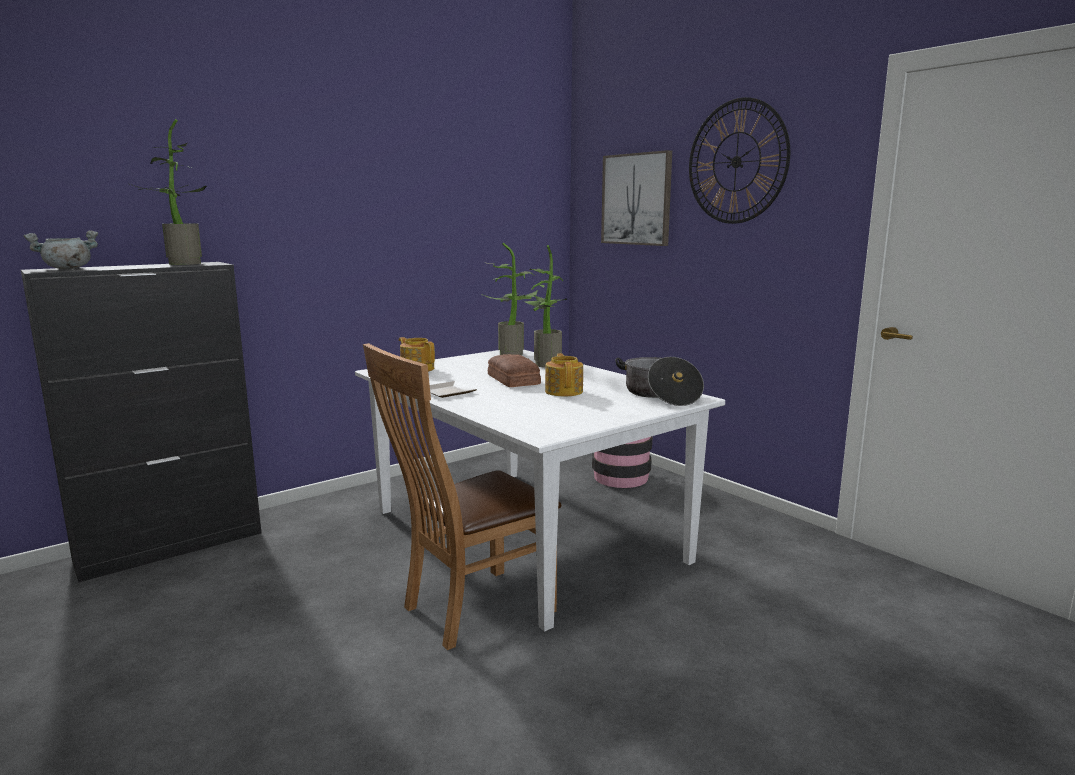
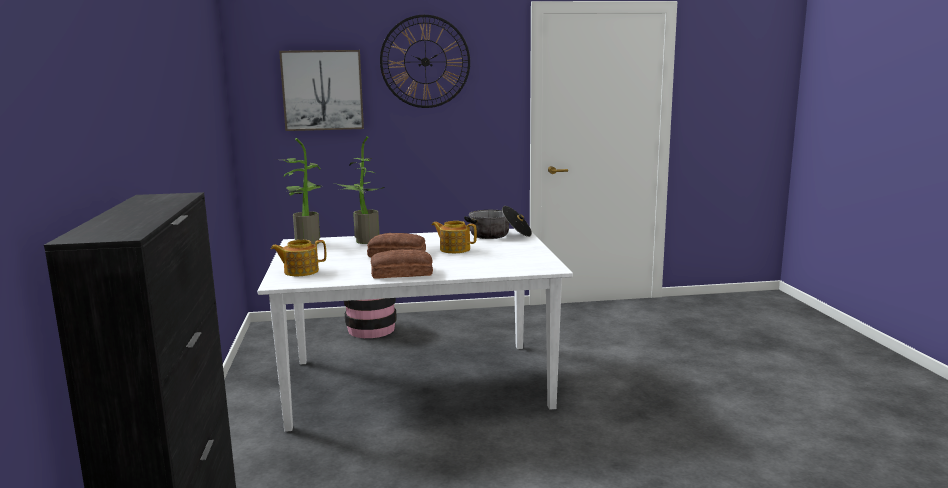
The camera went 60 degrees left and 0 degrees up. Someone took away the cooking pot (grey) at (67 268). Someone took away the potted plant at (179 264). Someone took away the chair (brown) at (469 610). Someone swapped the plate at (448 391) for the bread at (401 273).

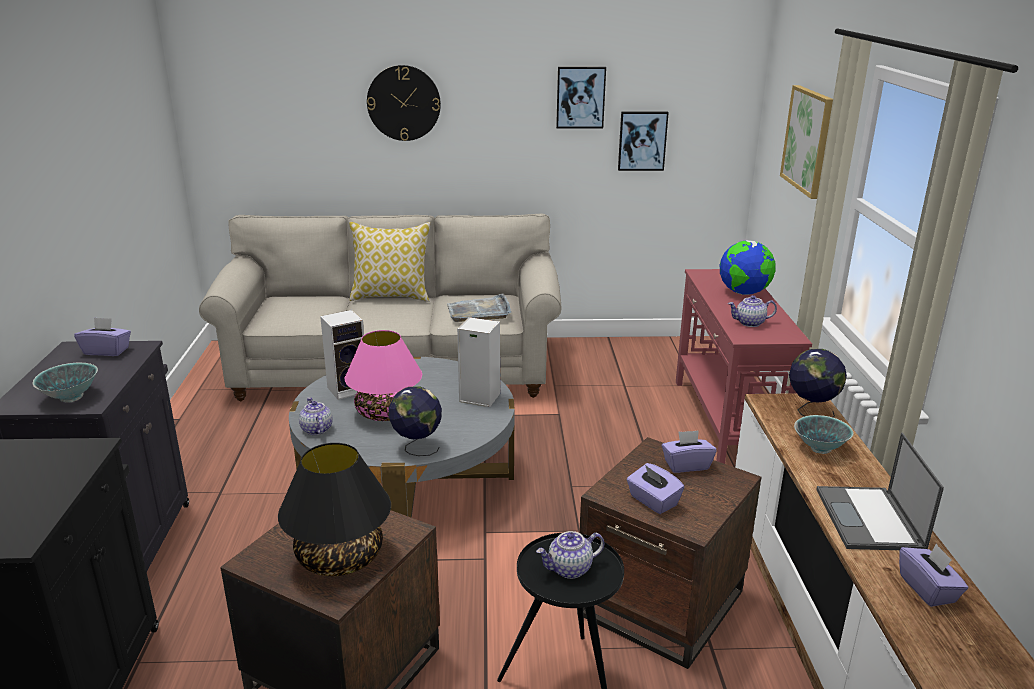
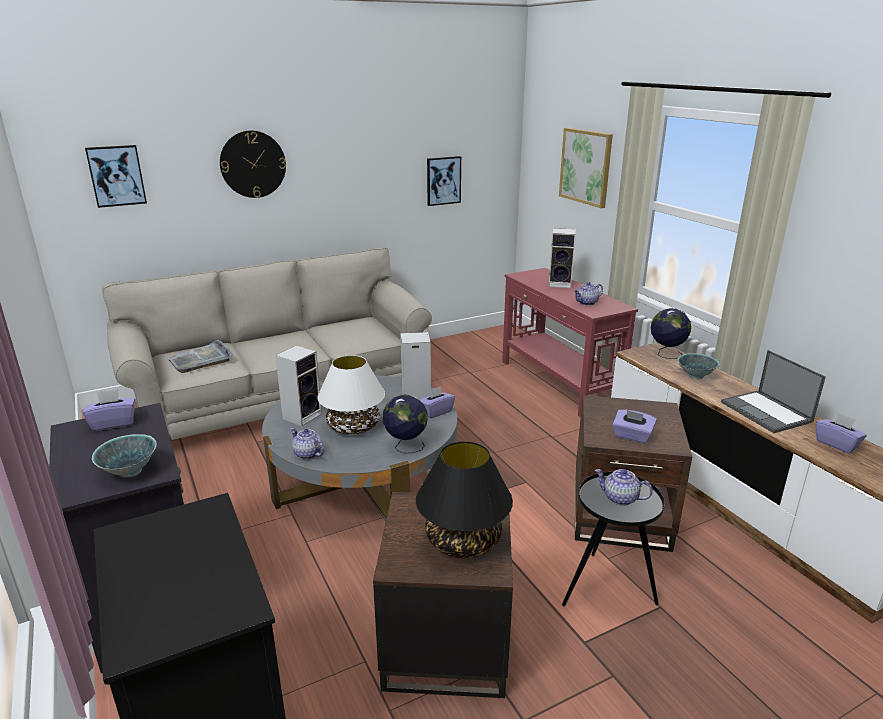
The camera went 25 degrees left and 0 degrees up. Someone took away the pillow at (391 296). Someone carried the tray (grey) from (479 311) to (201 359). Someone carried the picture from (580 97) to (116 176). Someone carried the tissue box (purple) from (686 465) to (436 412). Someone swapped the globe at (744 293) for the speaker at (561 284). Someone repainted the table lamp (pink) at (386 413), which became the table lamp (white) at (353 427). Someone rotated the teapot at (569 569) by 75 degrees clockwise.

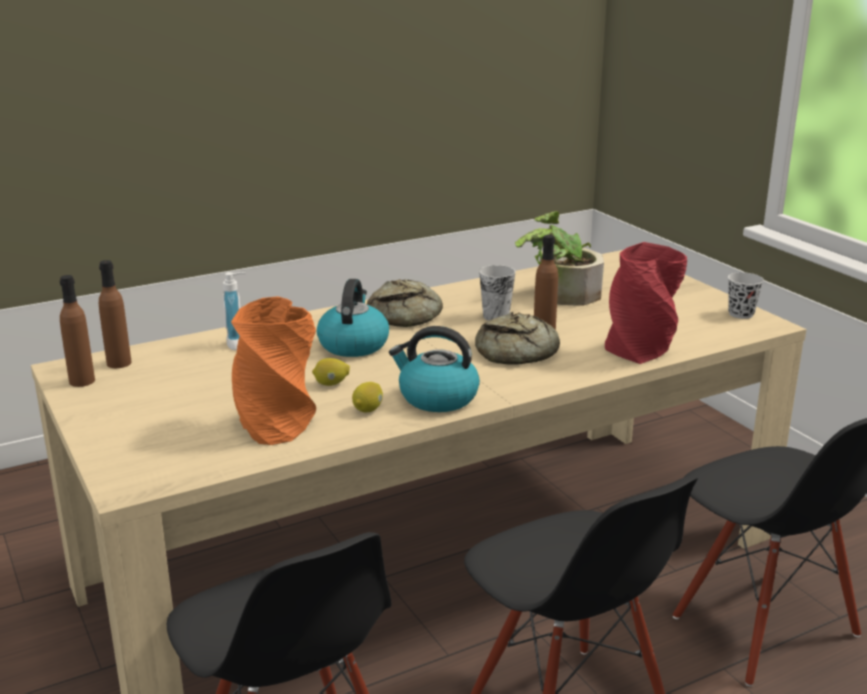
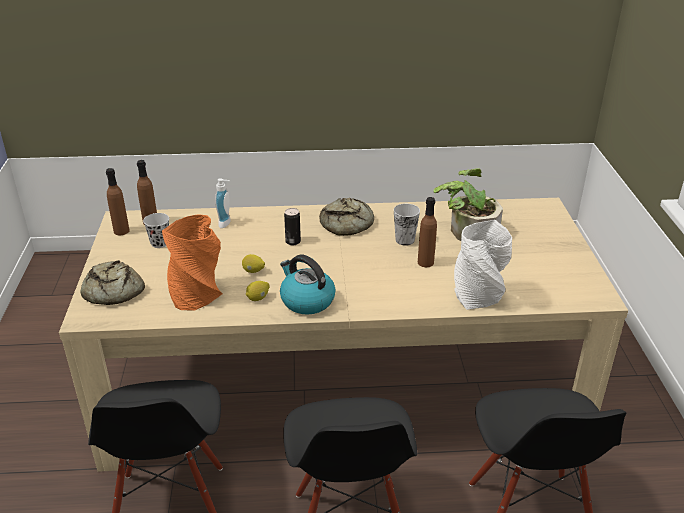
The camera went 25 degrees right and 10 degrees up. Someone carried the bread from (517 352) to (112 291). Someone carried the cup (black) from (741 314) to (160 243). Someone swapped the kettle at (353 344) for the can at (293 241). Someone repainted the vase (red) at (640 350), which became the vase (white) at (478 297).

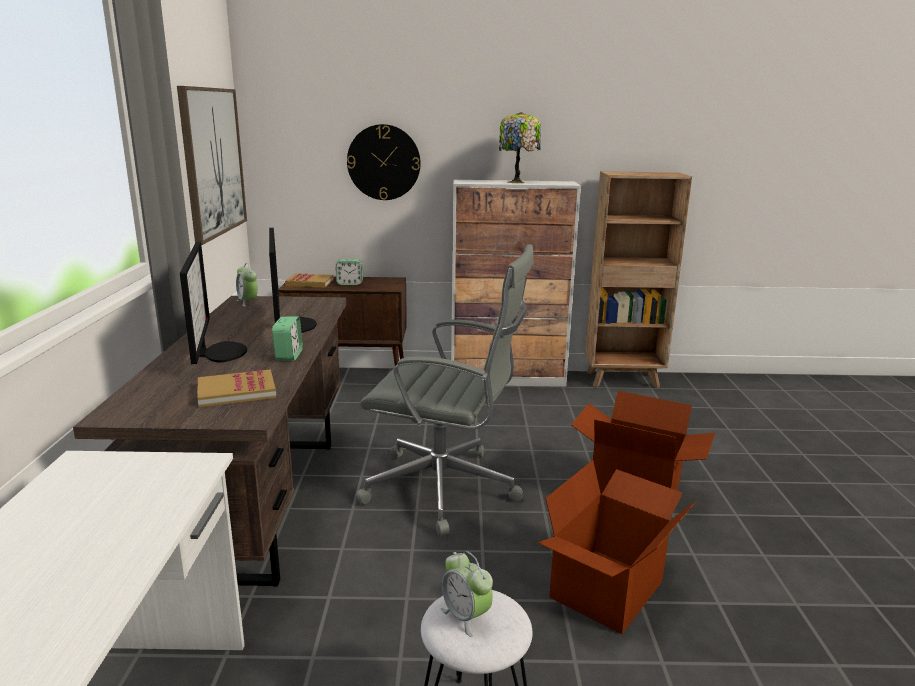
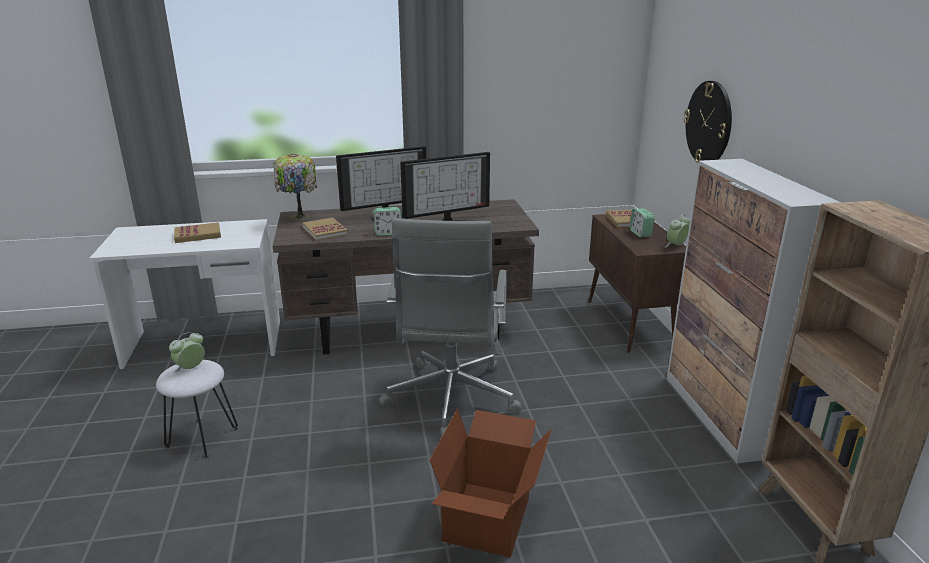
The camera went 80 degrees right and 5 degrees up. Someone took away the picture at (213 162). Someone took away the cardboard box at (609 590). Someone put down the book at (198 235). Someone carried the alarm clock from (248 302) to (676 246). Someone carried the table lamp from (517 182) to (299 217).

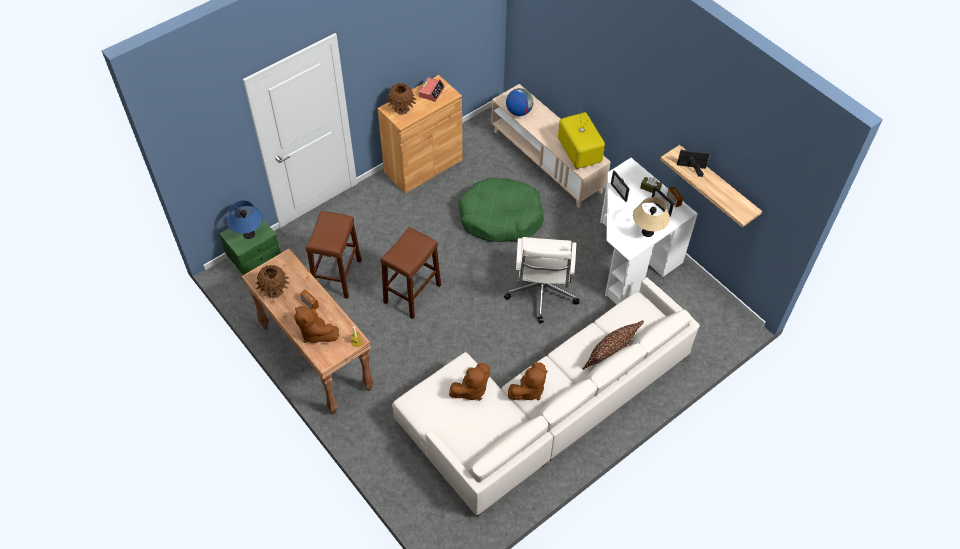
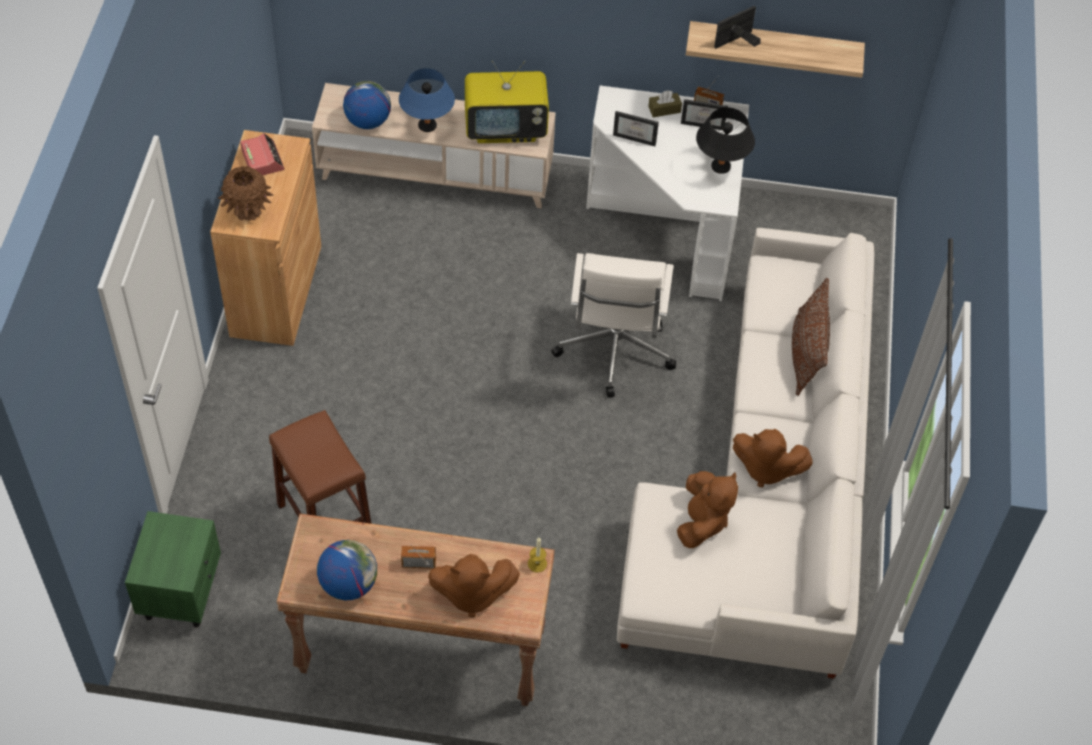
The camera went 45 degrees left and 0 degrees up. Someone took away the stool (brown) at (412 293). Someone took away the dog bed (green) at (500 217). Someone carried the table lamp (blue) from (249 234) to (427 126). Someone swapped the vase (brown) at (274 290) for the globe at (348 584). Someone repainted the table lamp (beige) at (647 232), which became the table lamp (black) at (721 167). Someone rotated the office chair (white) at (541 294) by 45 degrees clockwise. Someone rotated the plush toy (brown) at (528 390) by 105 degrees clockwise. Someone rotated the television at (578 154) by 150 degrees clockwise.

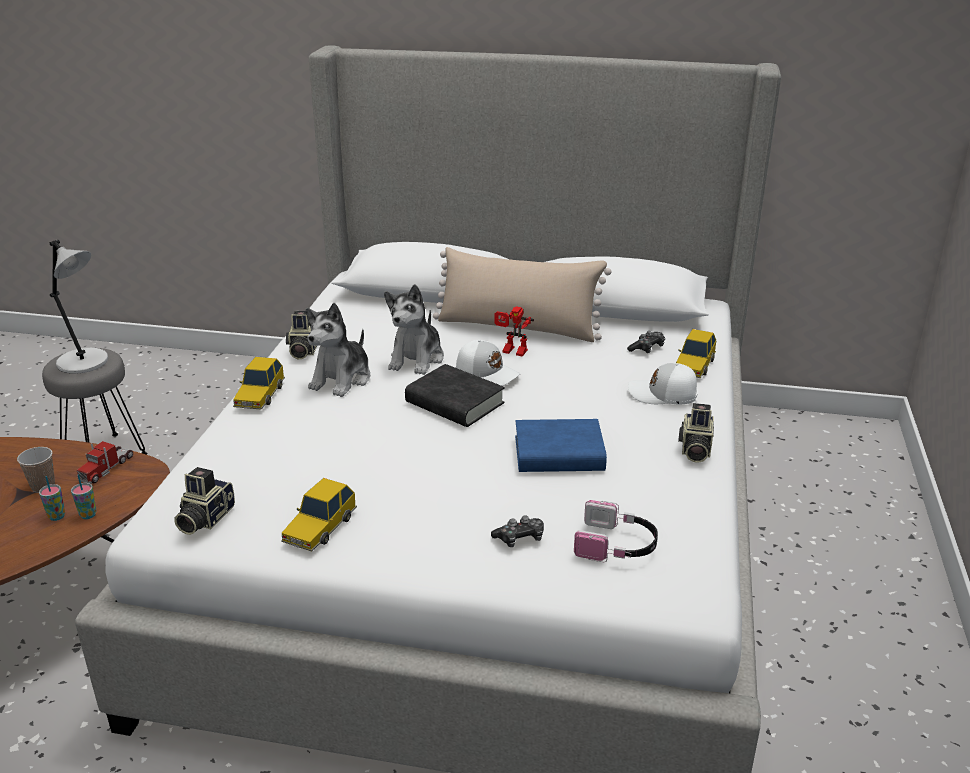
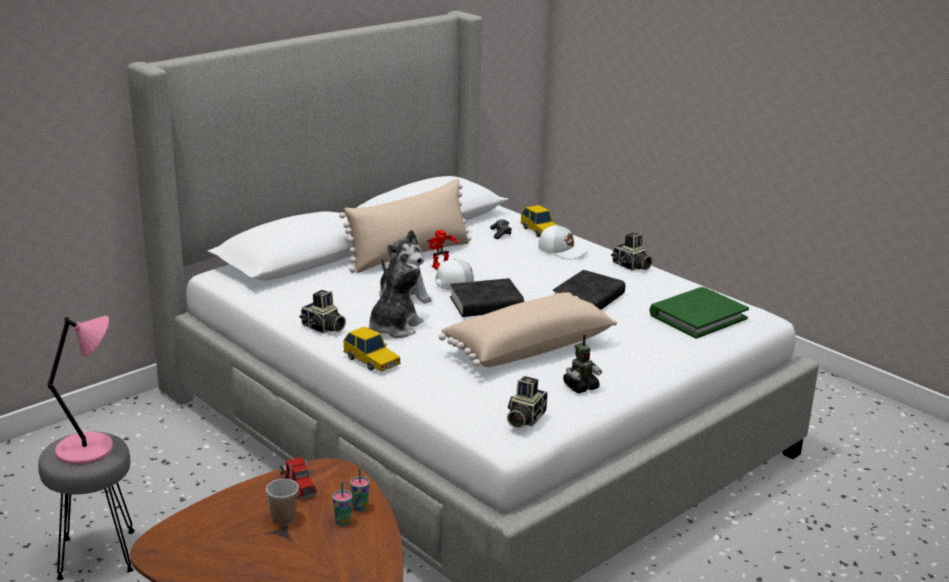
The camera went 55 degrees left and 5 degrees down. Someone took away the game controller at (520 538). Someone put down the pillow (beige) at (526 347). Someone swapped the toy car at (320 527) for the toy robot at (580 387). Someone swapped the headphones at (617 545) for the book (green) at (698 316). Someone repainted the table lamp (grey) at (85 363), which became the table lamp (pink) at (88 449). Someone repainted the book (blue) at (559 454), which became the book (black) at (588 299). Someone rotated the photo camera at (204 518) by 60 degrees clockwise. Someone rotated the plush toy at (342 379) by 120 degrees counterclockwise. Someone rotated the cap (white) at (663 395) by 105 degrees counterclockwise.

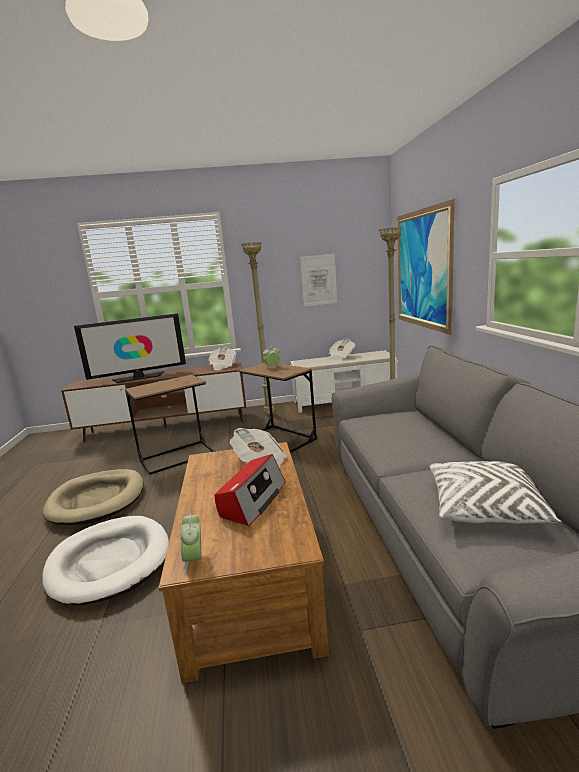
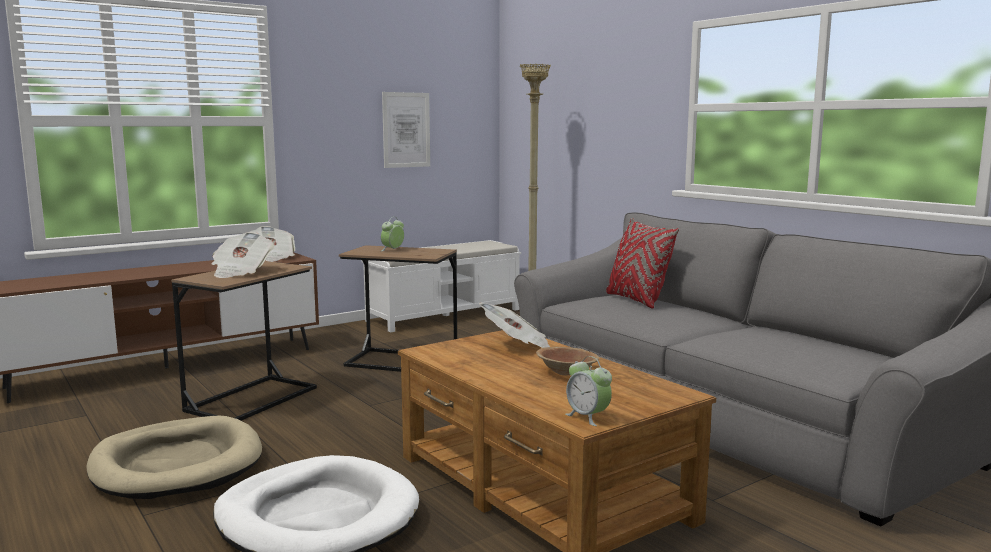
The camera went 30 degrees left and 5 degrees down. Someone took away the television at (139 377). Someone took away the floor lamp (beige) at (269 414). Someone took away the picture at (422 269). Someone took away the pillow (white) at (486 507). Someone put down the pillow (red) at (637 300). Someone carried the newspaper from (341 357) to (241 272). Someone swapped the radio at (252 500) for the bowl (brown) at (567 372).

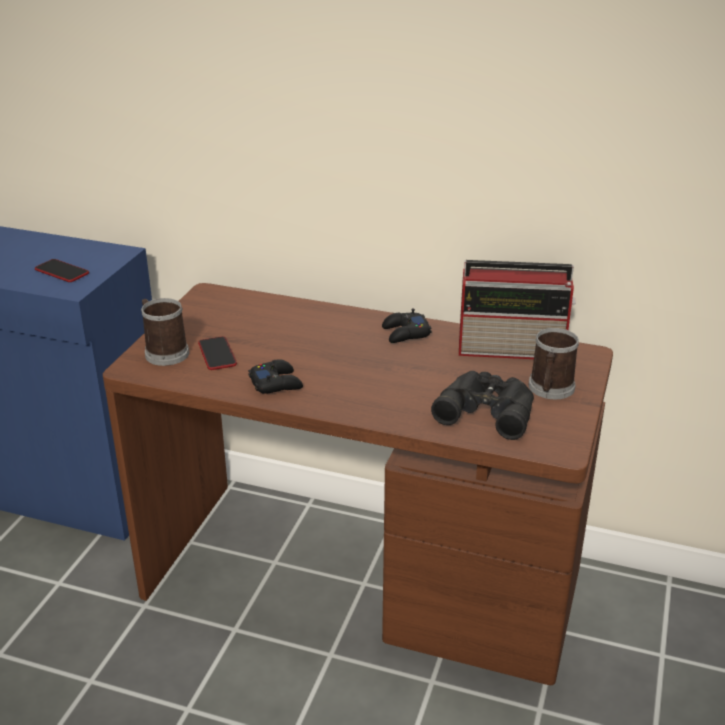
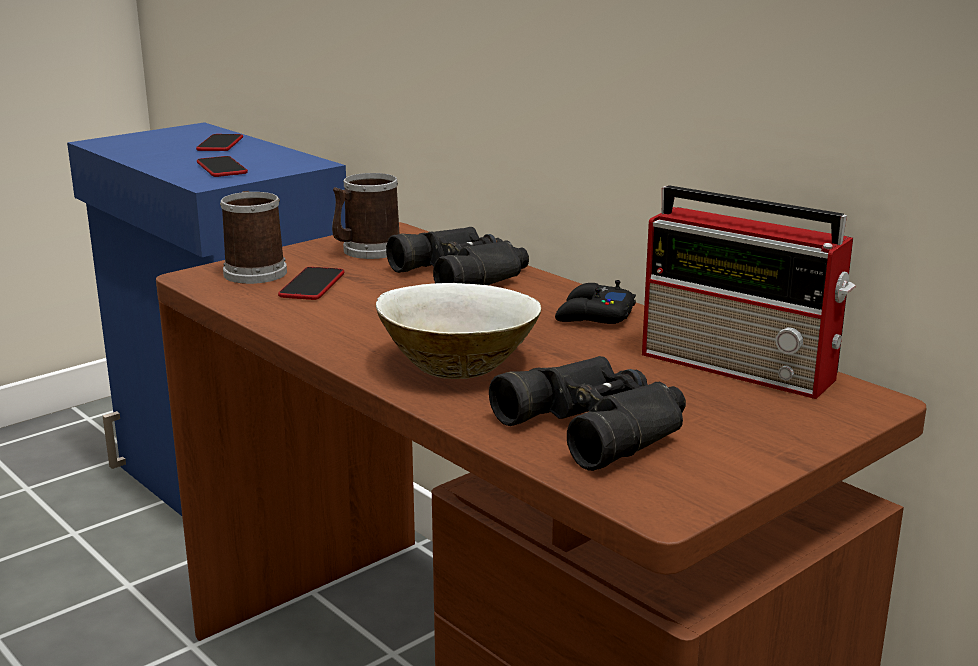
The camera went 30 degrees right and 10 degrees down. Someone took away the game controller (black) at (276 383). Someone put down the phone at (220 144). Someone put down the bowl (beige) at (459 365). Someone put down the binoculars (black) at (466 273). Someone carried the mug from (550 389) to (366 251).

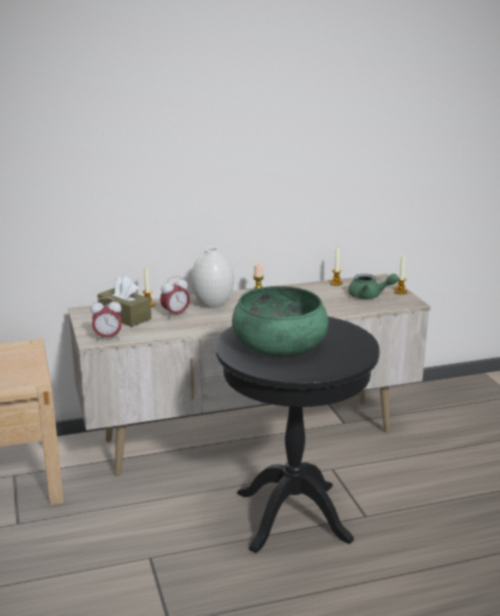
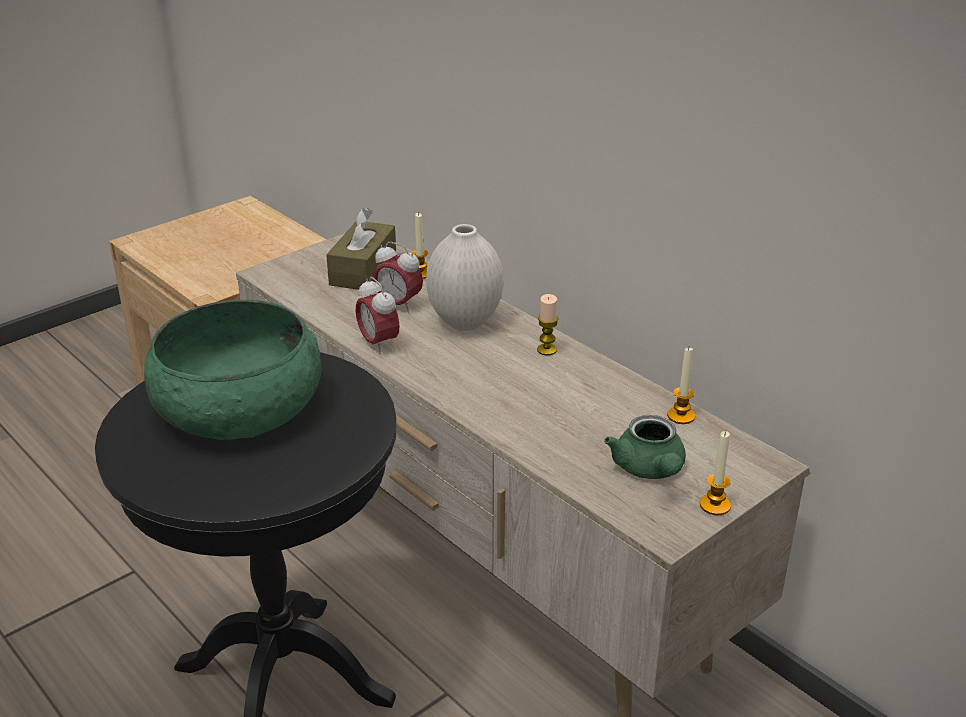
The camera went 65 degrees right and 10 degrees up. Someone carried the alarm clock from (108 338) to (378 343).

